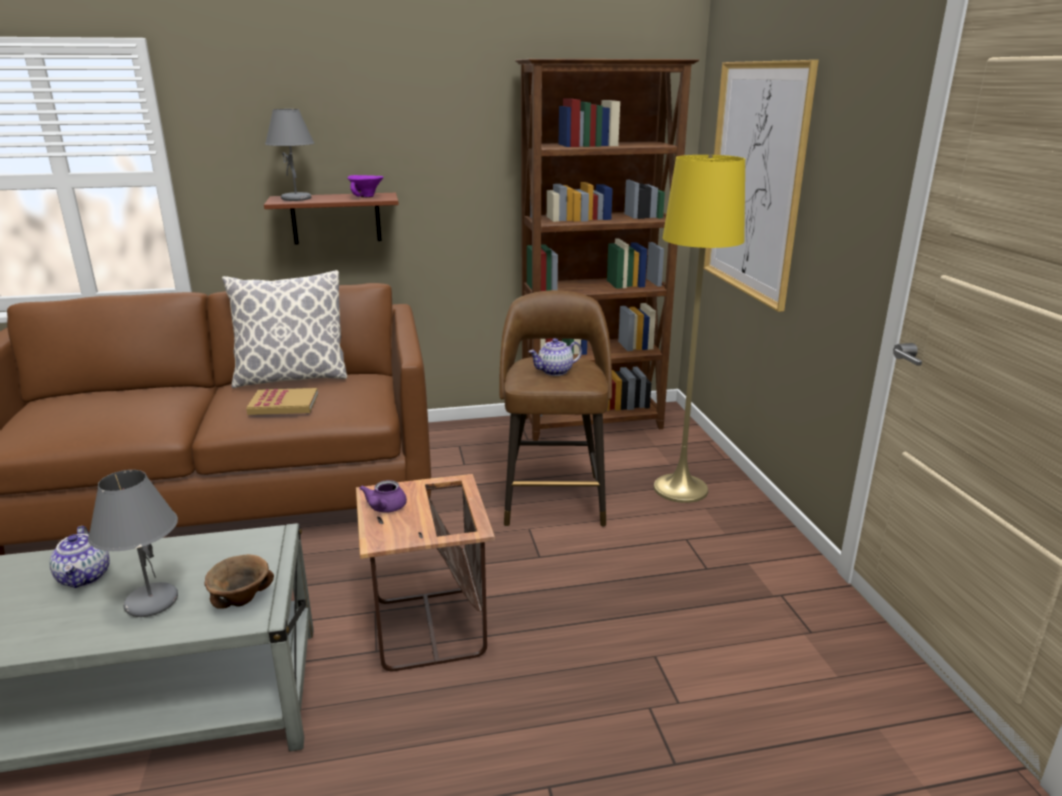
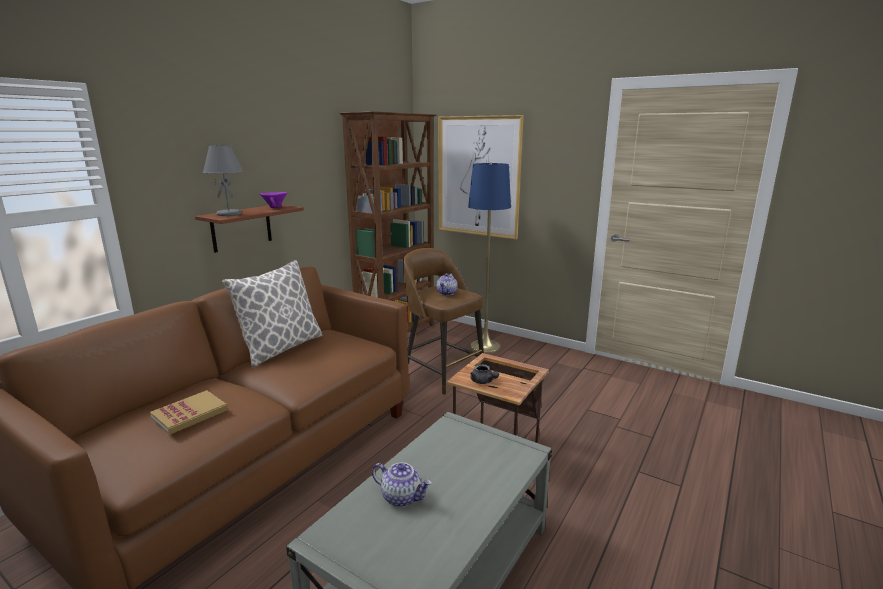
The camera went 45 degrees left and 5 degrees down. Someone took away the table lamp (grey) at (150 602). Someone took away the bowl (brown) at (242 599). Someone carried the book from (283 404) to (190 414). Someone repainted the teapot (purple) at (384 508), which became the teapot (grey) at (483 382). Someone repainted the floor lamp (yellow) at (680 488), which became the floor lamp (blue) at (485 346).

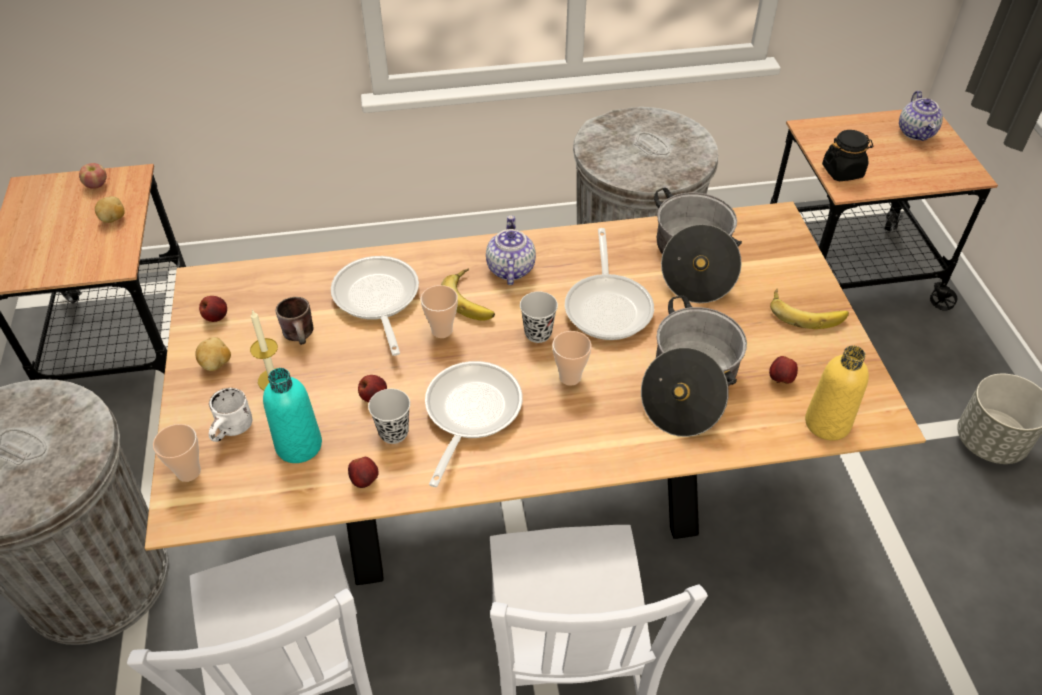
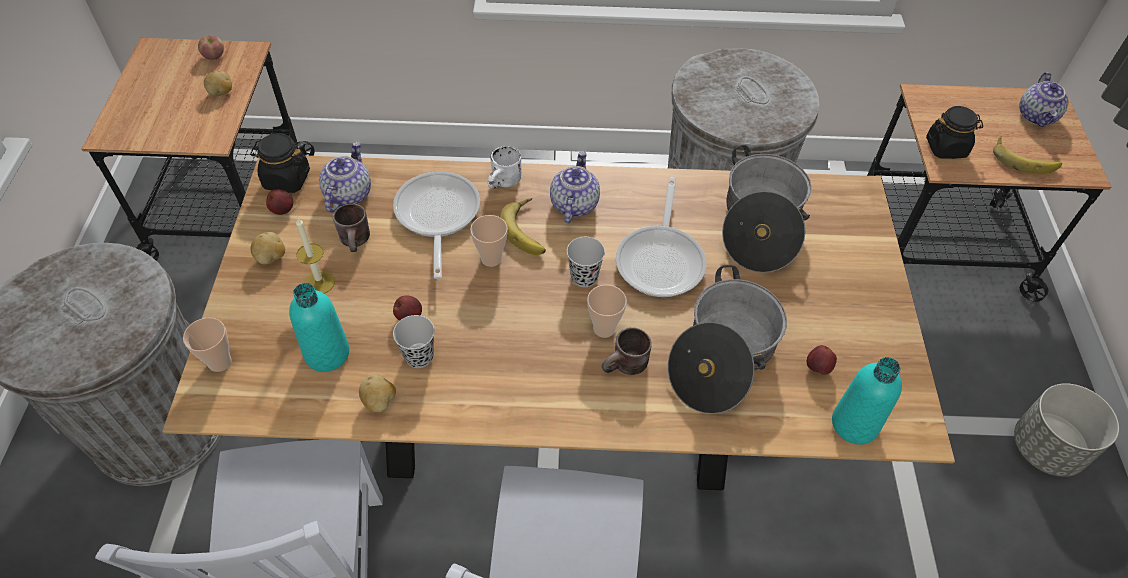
The camera went 10 degrees right and 5 degrees up. Someone took away the frying pan at (469 413). Someone put down the jar (black) at (286 179). Someone put down the teapot at (348 194). Someone put down the mug (brown) at (626 368). Someone carried the mug (white) from (234 430) to (505 183). Someone carried the banana from (807 312) to (1024 159). Someone swapped the apple at (365 481) for the potato at (380 401). Someone repainted the bottle (yellow) at (827 423), which became the bottle (turquoise) at (854 424).

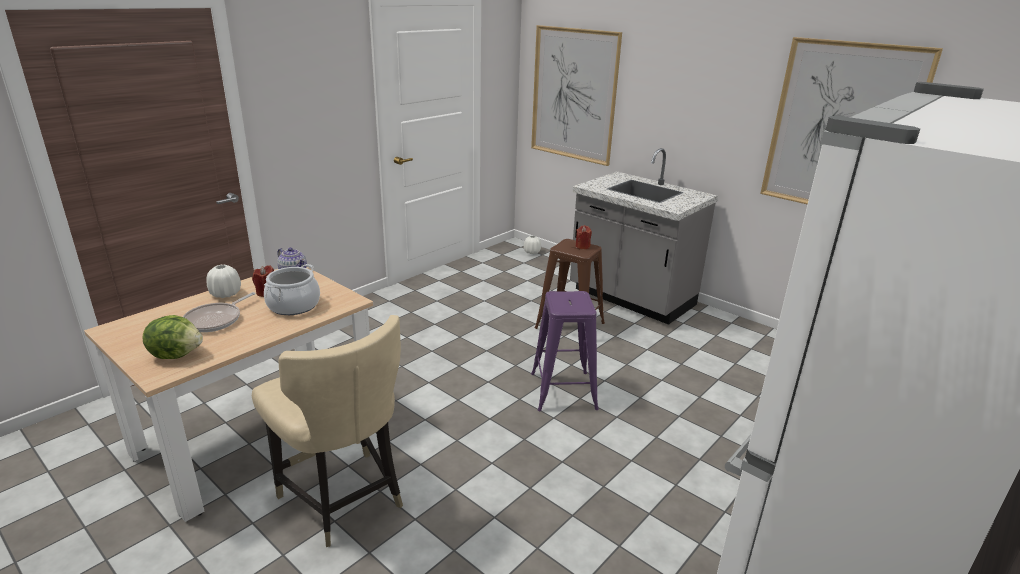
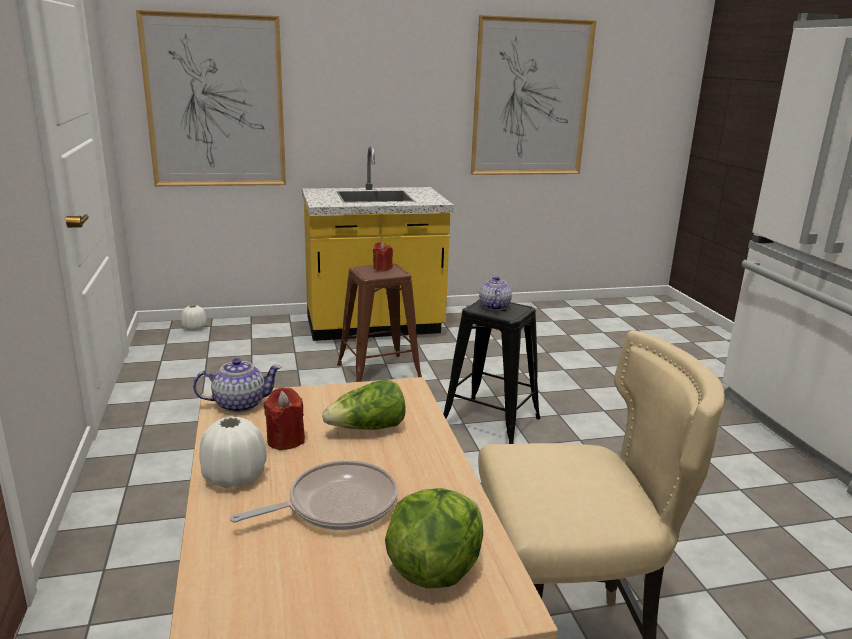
The camera went 55 degrees left and 5 degrees down. Someone put down the teapot at (494 306). Someone swapped the cooking pot at (294 305) for the lettuce at (367 429). Someone repainted the stool (purple) at (563 391), which became the stool (black) at (490 422). Someone repainted the counter (grey) at (631 299), which became the counter (yellow) at (374 327). Someone rotated the frying pan at (216 320) by 90 degrees counterclockwise.

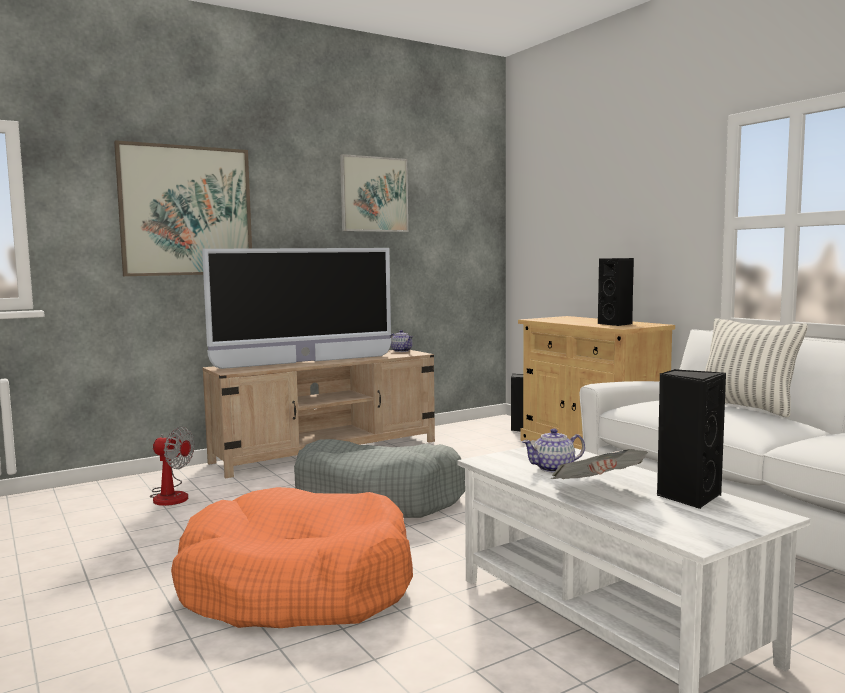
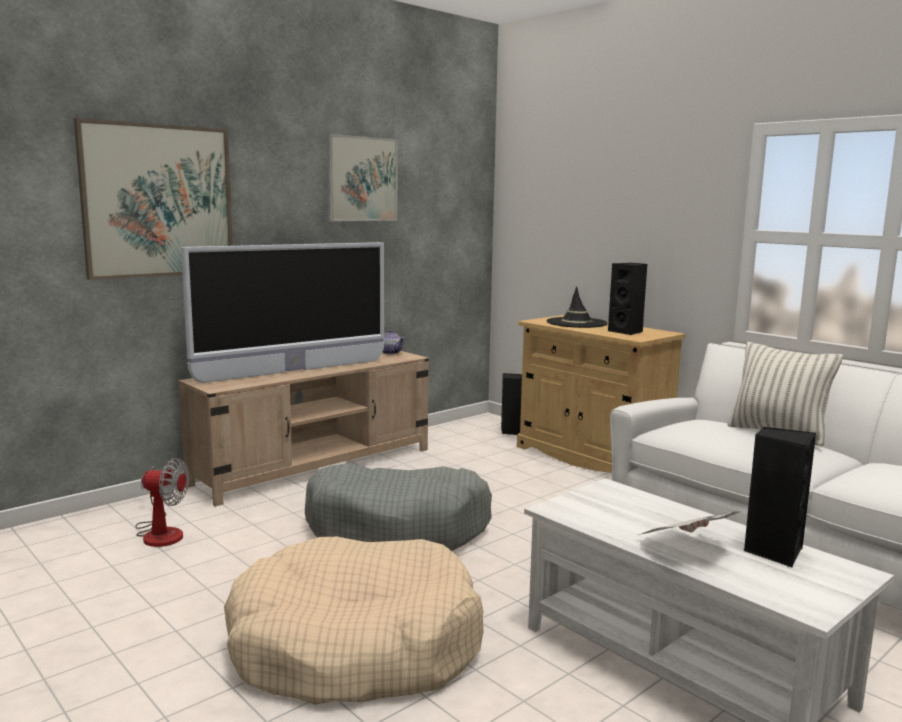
The camera went 10 degrees left and 5 degrees up. Someone took away the teapot at (554 468). Someone put down the hat (black) at (576 323). Someone repainted the dog bed (orange) at (297 586), which became the dog bed (beige) at (355 646).

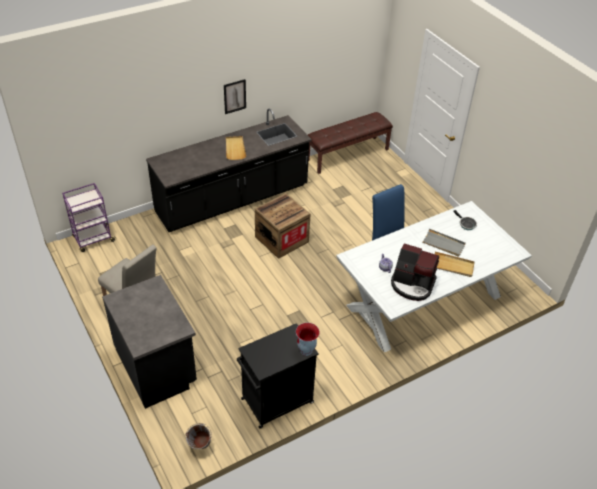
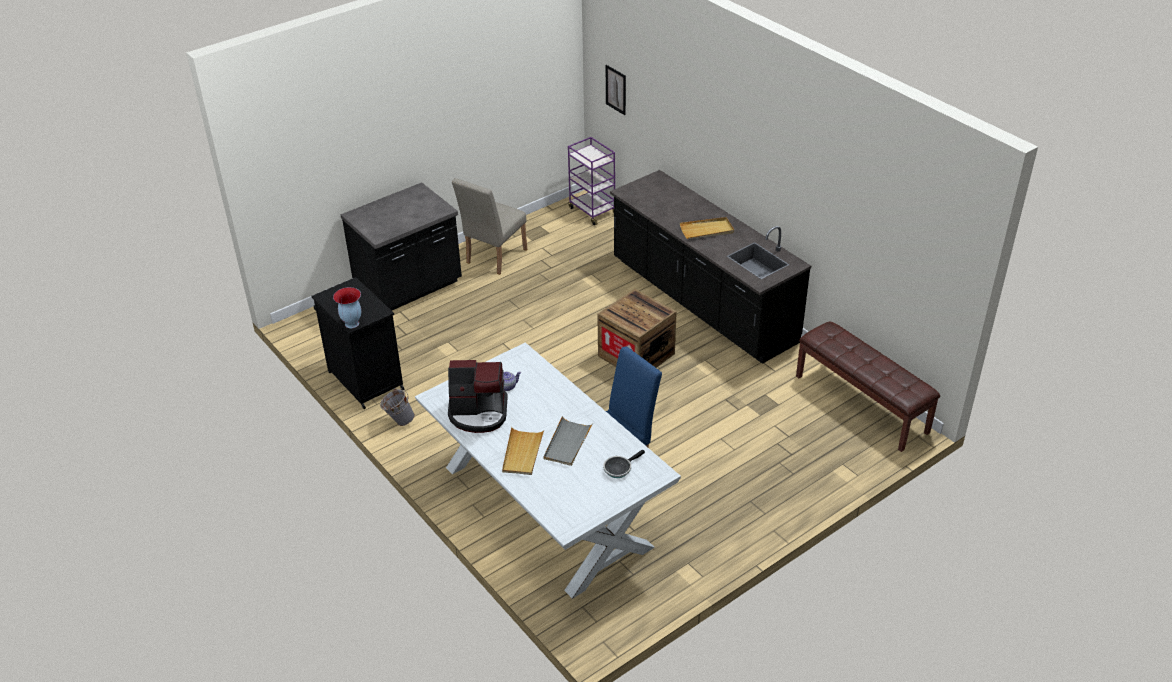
The camera went 85 degrees right and 5 degrees down. Someone carried the bucket (grey) from (200 447) to (398 421). Someone carried the picture from (234 96) to (616 89). Someone rotated the coffee machine at (412 285) by 105 degrees counterclockwise.

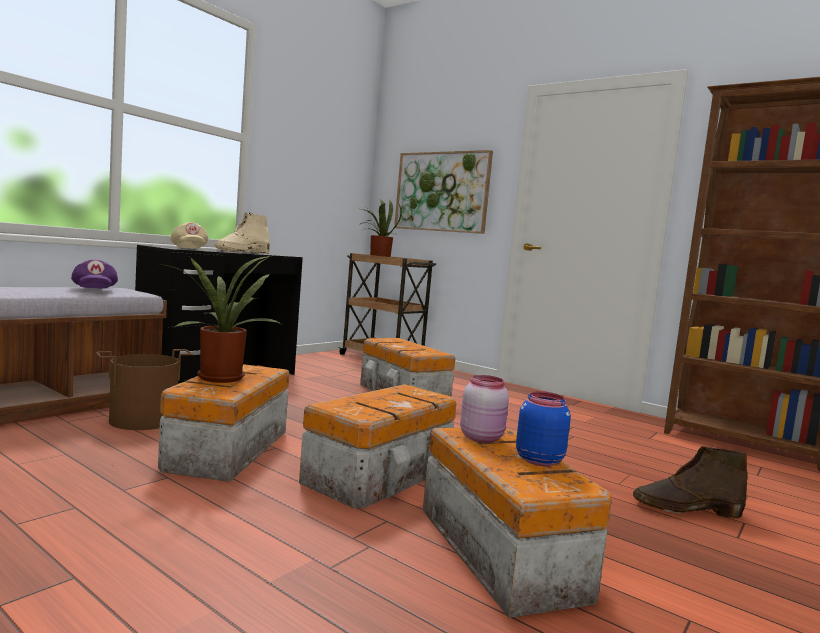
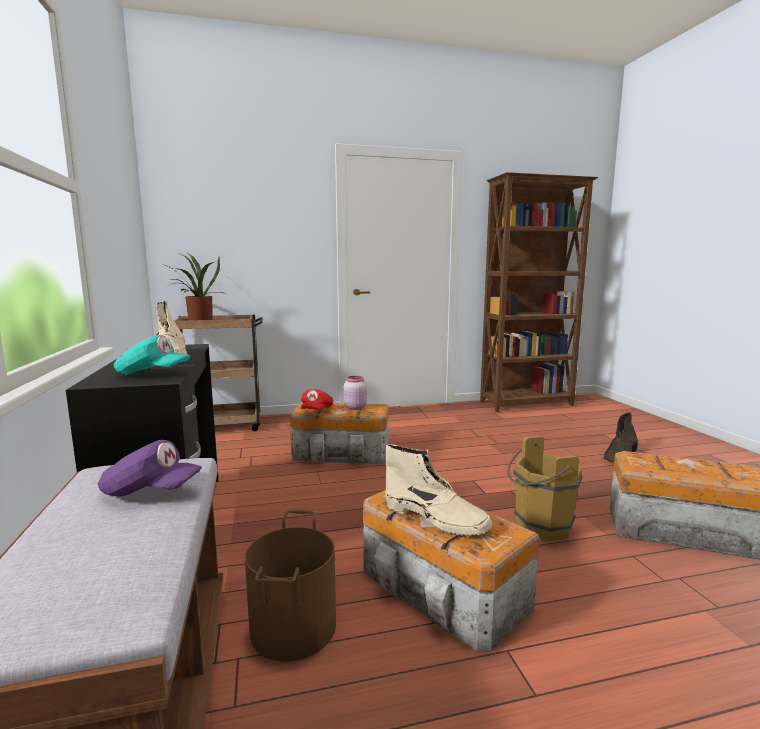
The camera went 50 degrees left and 5 degrees up. Someone took away the picture at (442 192). Someone took away the jar (blue) at (538 460). Someone put down the cap (red) at (316 410). Someone carried the jar (pink) from (482 437) to (355 407). Someone swapped the potted plant at (221 377) for the boot (beige) at (436 518). Someone swapped the storage box at (382 475) for the bucket (brown) at (539 527). Someone repainted the cap (beige) at (189 249), which became the cap (turquoise) at (152 374).

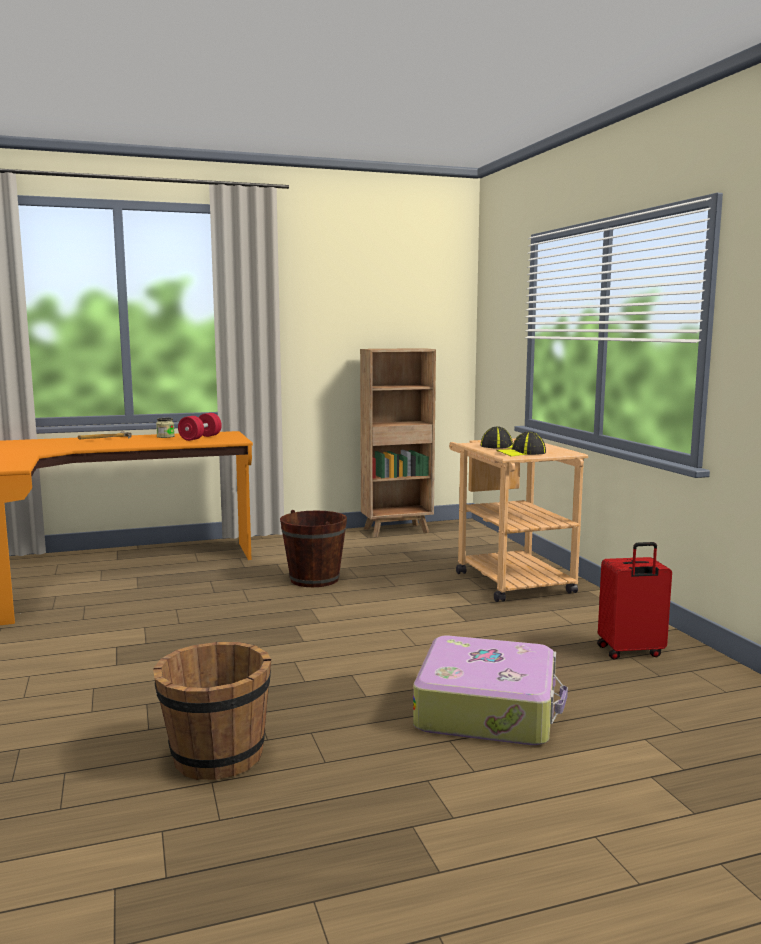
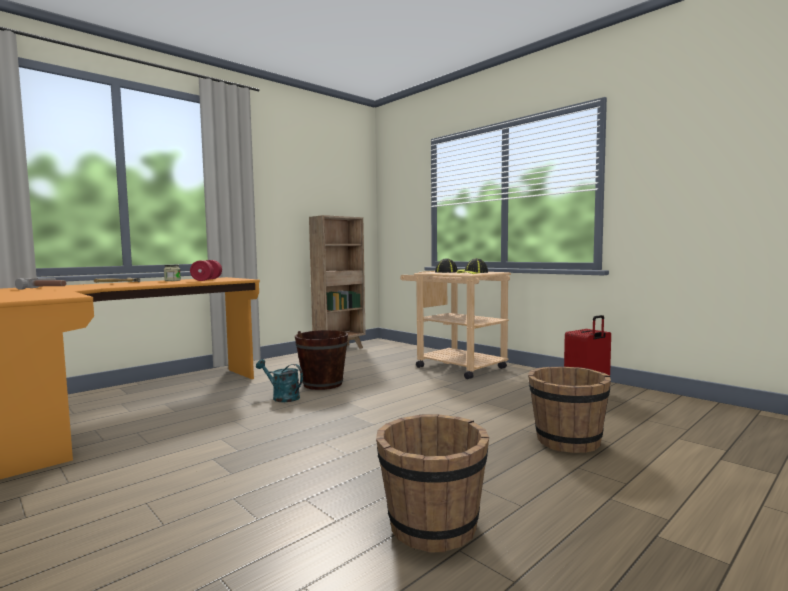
The camera went 25 degrees left and 5 degrees down. Someone put down the hammer at (51 288). Someone put down the watering can (turquoise) at (282 397). Someone swapped the suitcase at (488 709) for the bucket (brown) at (567 441).

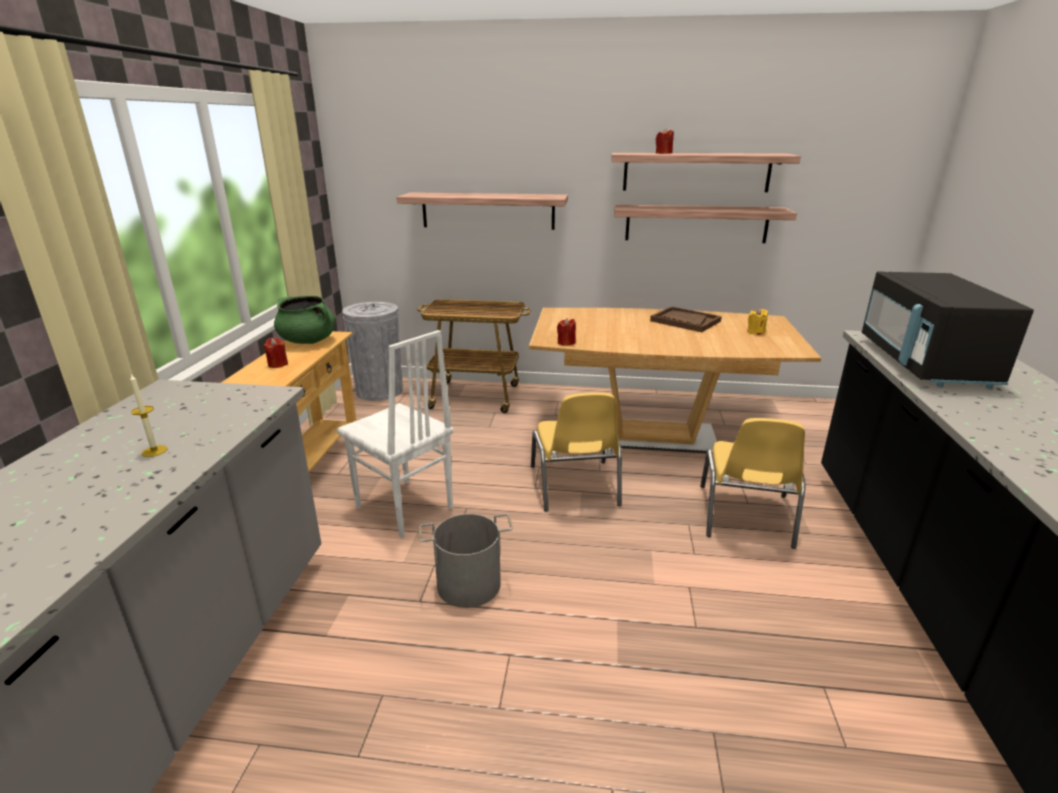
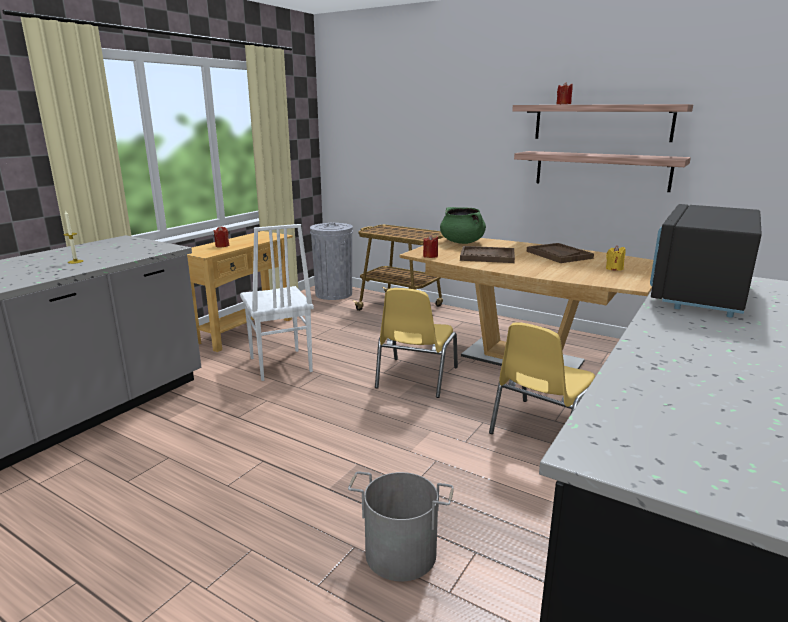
The camera went 25 degrees right and 5 degrees down. Someone took away the shelf at (488 211). Someone put down the tray (brown) at (487 256). Someone carried the cooking pot (green) from (308 341) to (462 242). Someone carried the bucket (grey) from (468 583) to (401 552).

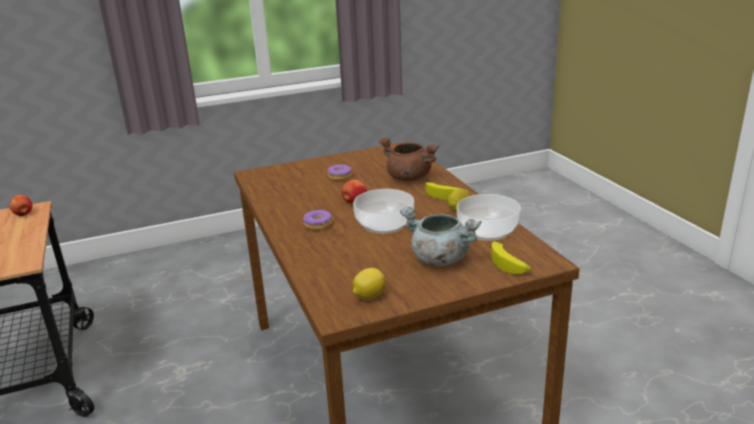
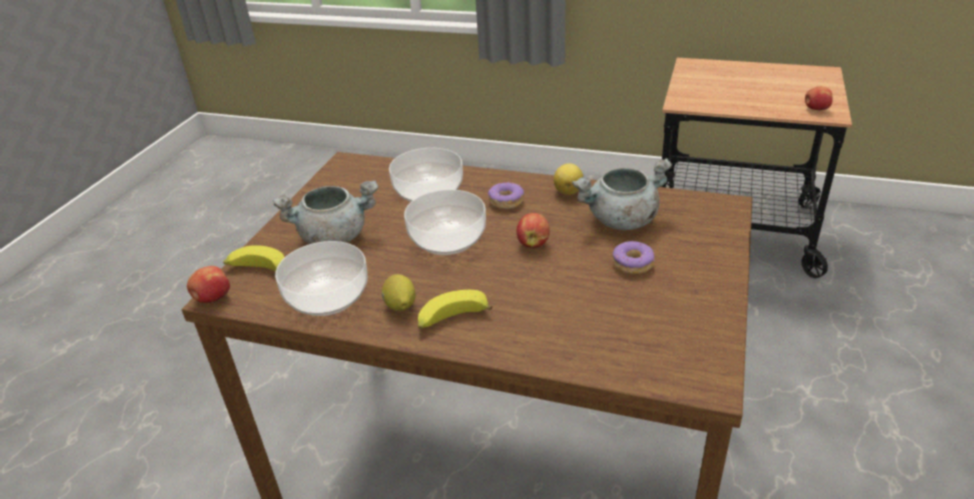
The camera went 130 degrees right and 10 degrees up. Someone took away the cooking pot (brown) at (408 177). Someone put down the apple at (212 298). Someone put down the bowl at (429 191). Someone put down the cooking pot (grey) at (621 221). Someone carried the lemon from (368 296) to (568 191).

